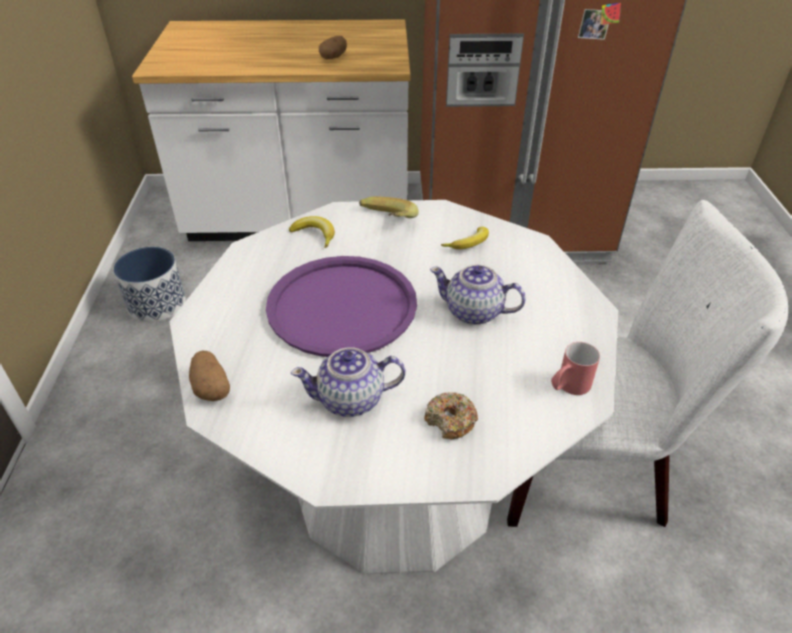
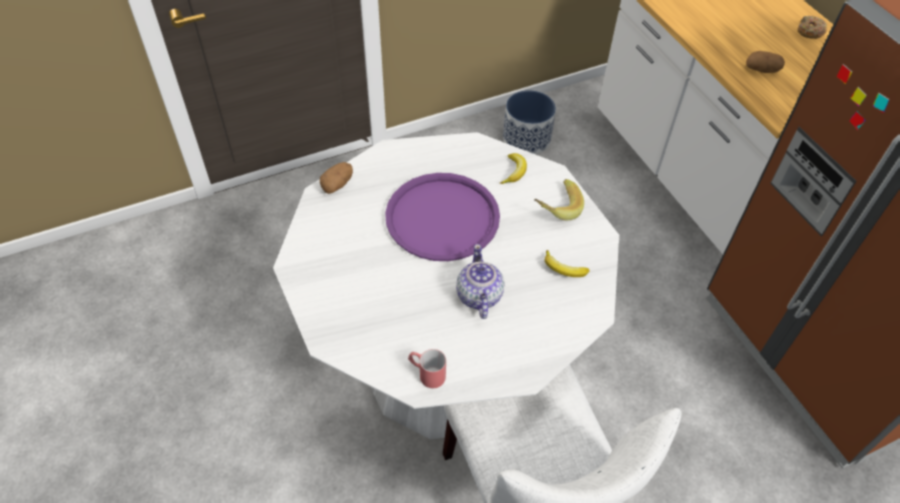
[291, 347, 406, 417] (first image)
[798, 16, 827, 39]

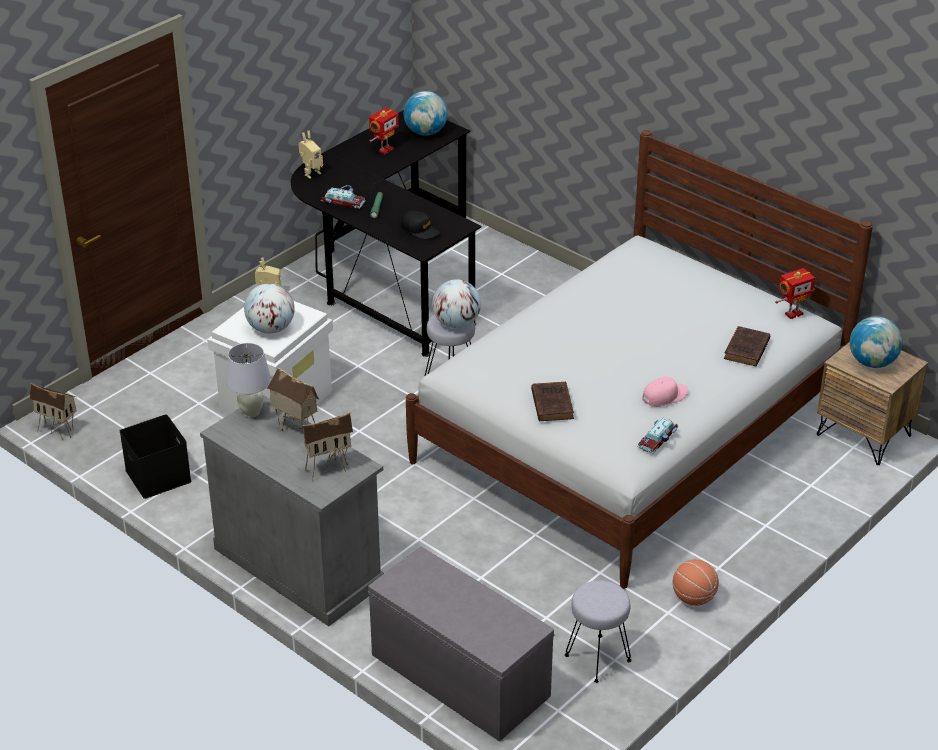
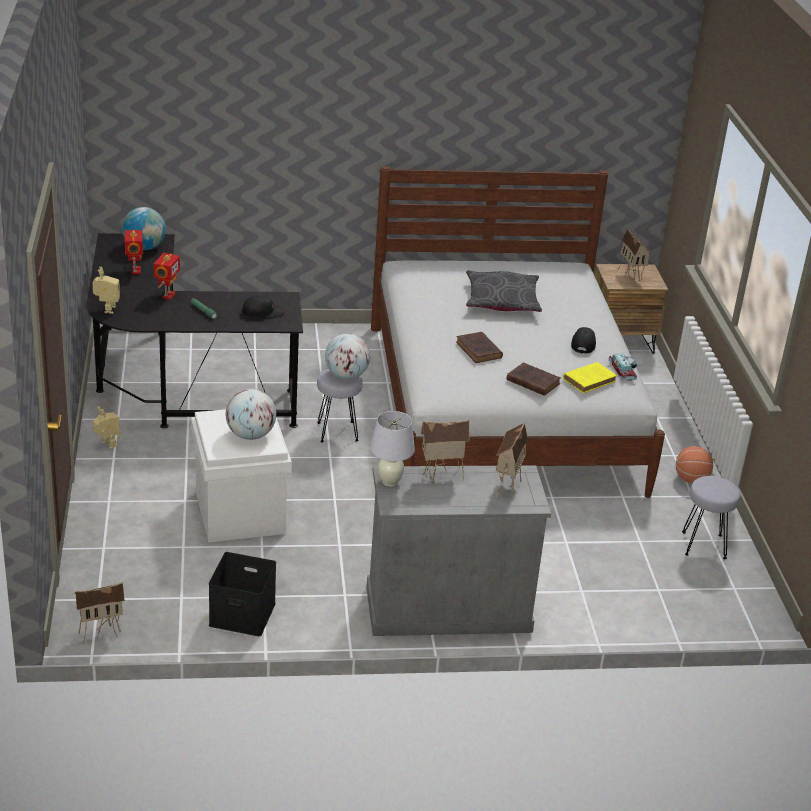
[321, 185, 365, 209] (first image)
[368, 547, 554, 742] (first image)
[466, 270, 542, 312]
[563, 362, 617, 393]
[456, 332, 503, 363]
[154, 253, 180, 300]
[617, 228, 650, 284]
[571, 327, 596, 354]

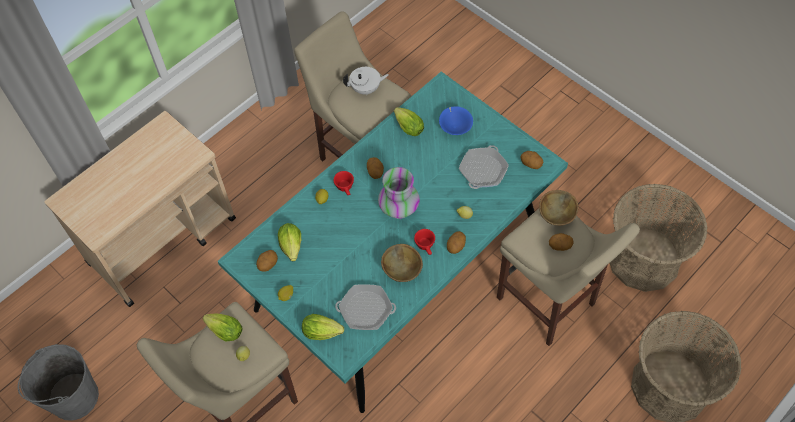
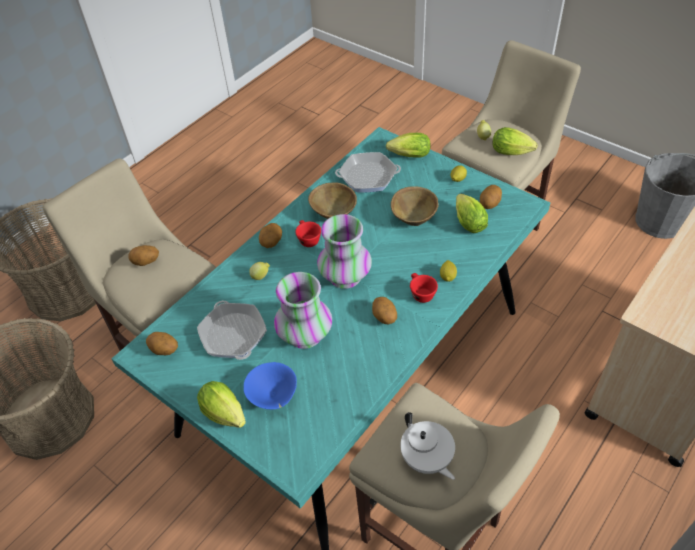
[274, 272, 332, 349]
[197, 381, 246, 428]
[391, 186, 438, 226]
[400, 412, 455, 480]
[197, 301, 267, 360]

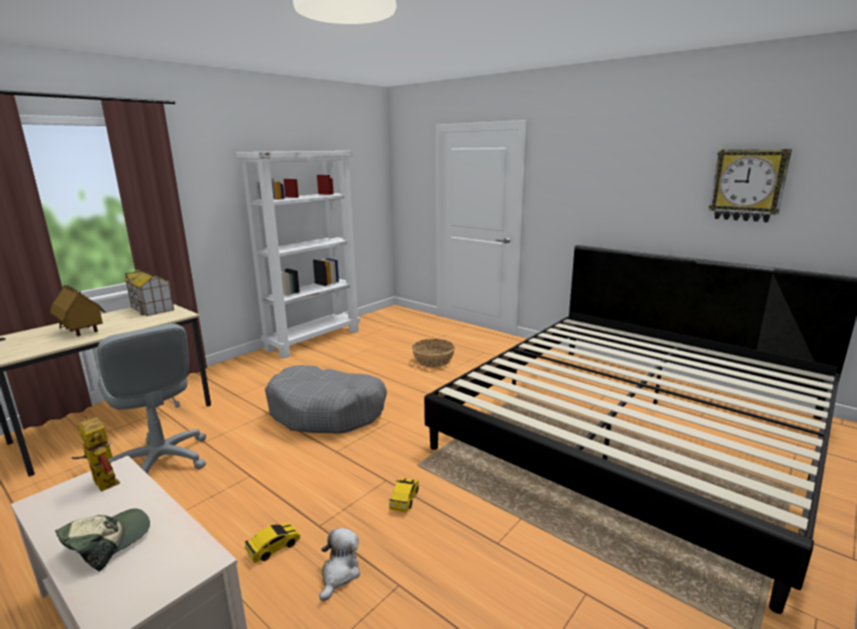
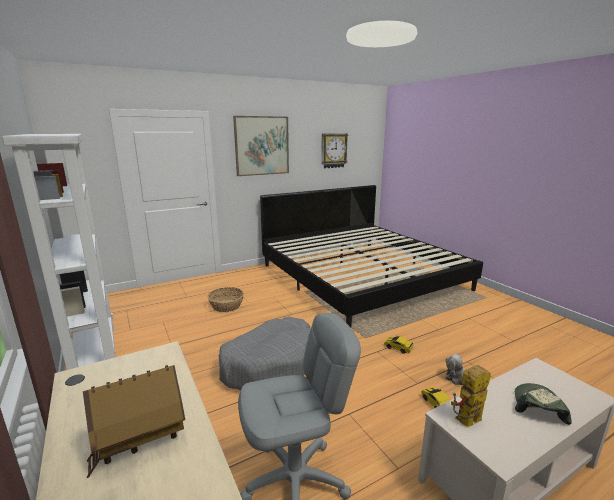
[125, 268, 174, 316] (first image)
[233, 116, 289, 176]
[515, 383, 572, 425]

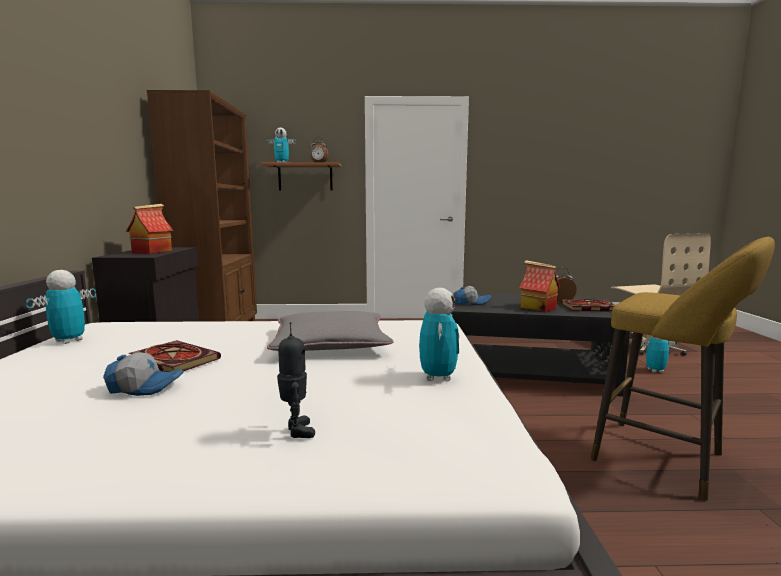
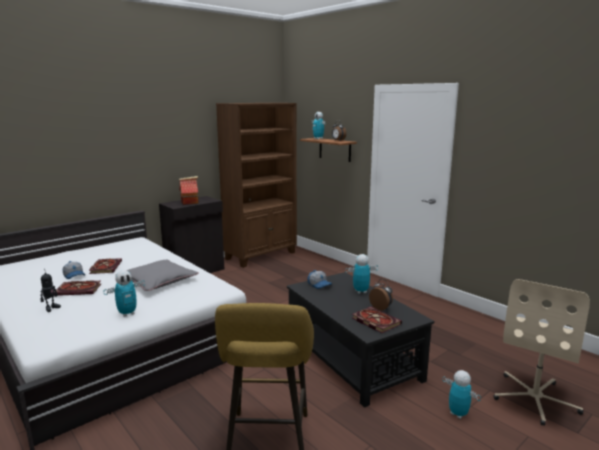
[519, 260, 560, 312] (first image)
[54, 280, 101, 296]
[345, 254, 378, 294]

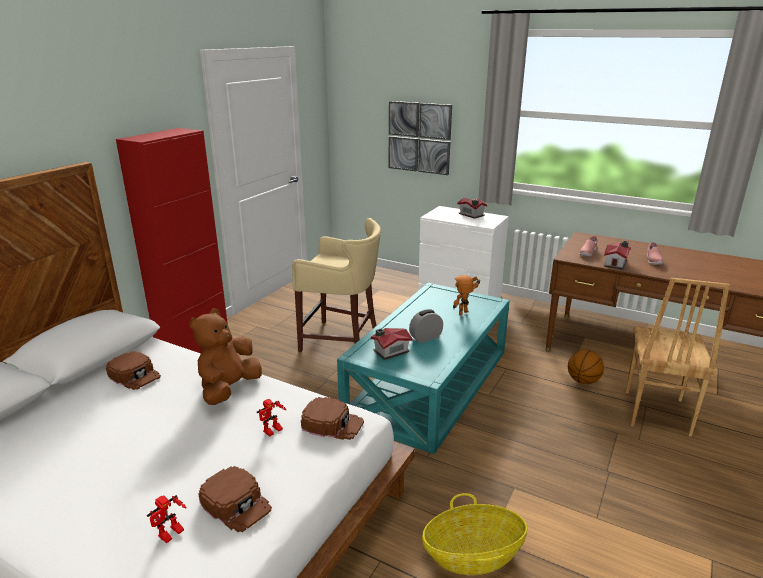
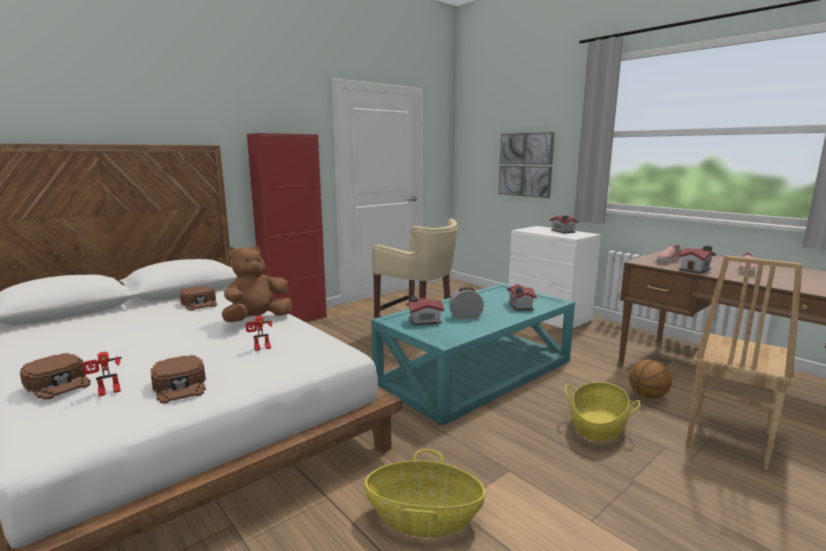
[565, 382, 641, 442]
[20, 353, 91, 400]
[507, 284, 537, 311]

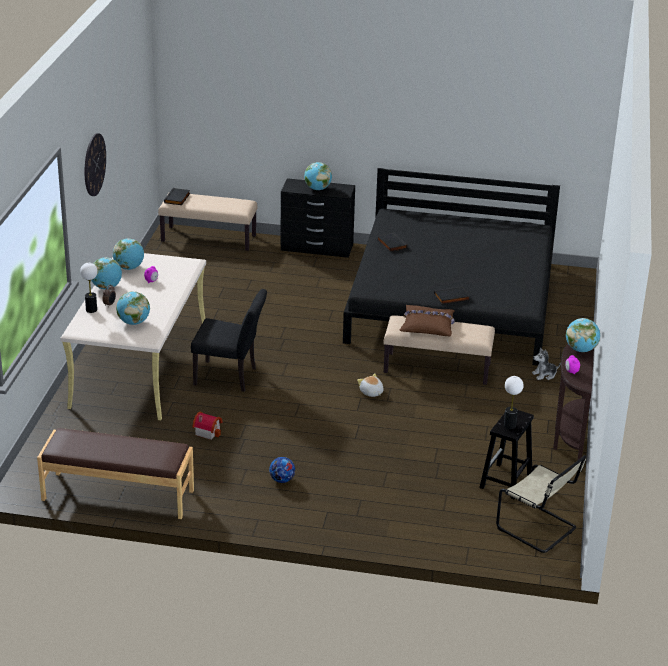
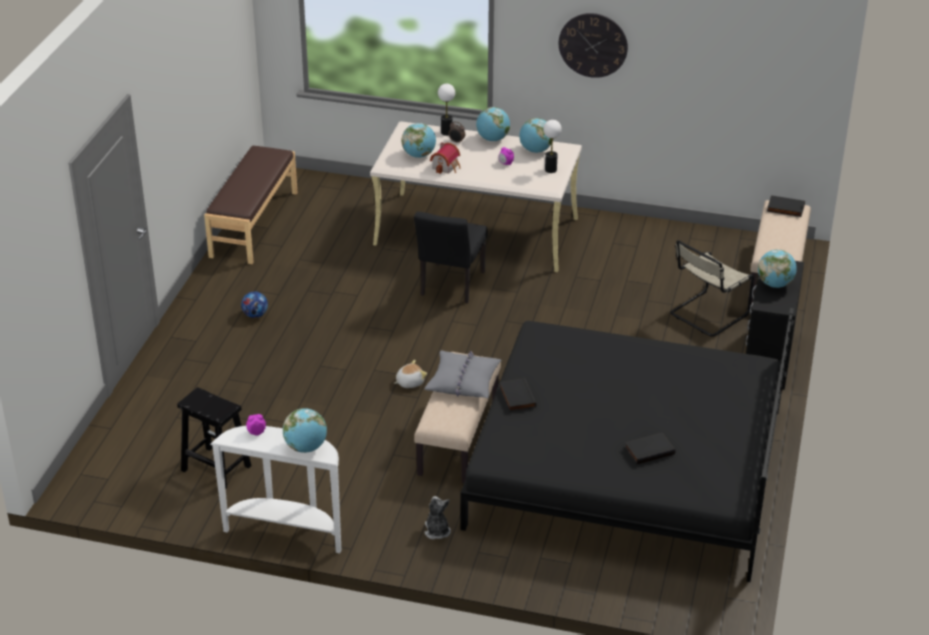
[430, 142, 461, 174]
[625, 432, 675, 464]
[670, 240, 754, 337]
[543, 120, 562, 173]
[424, 350, 502, 398]
[210, 426, 341, 553]

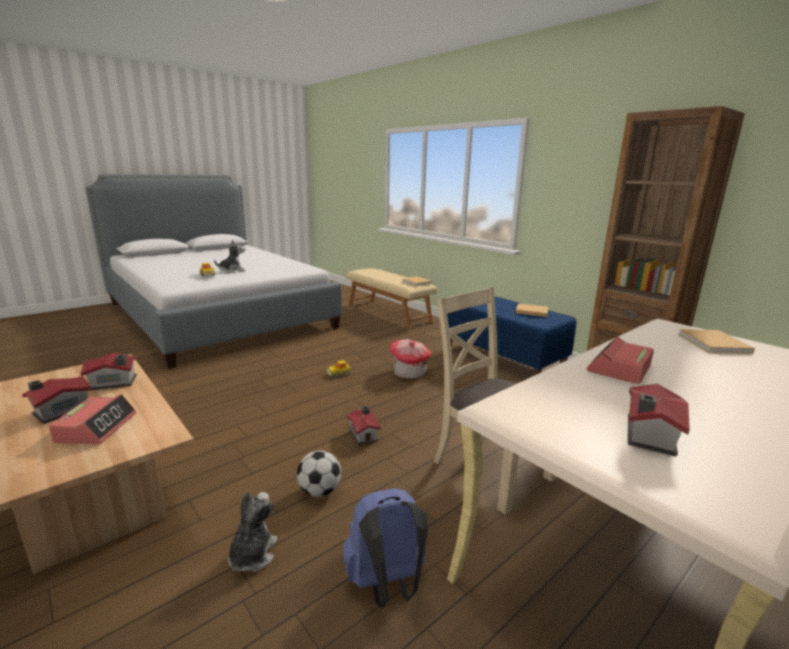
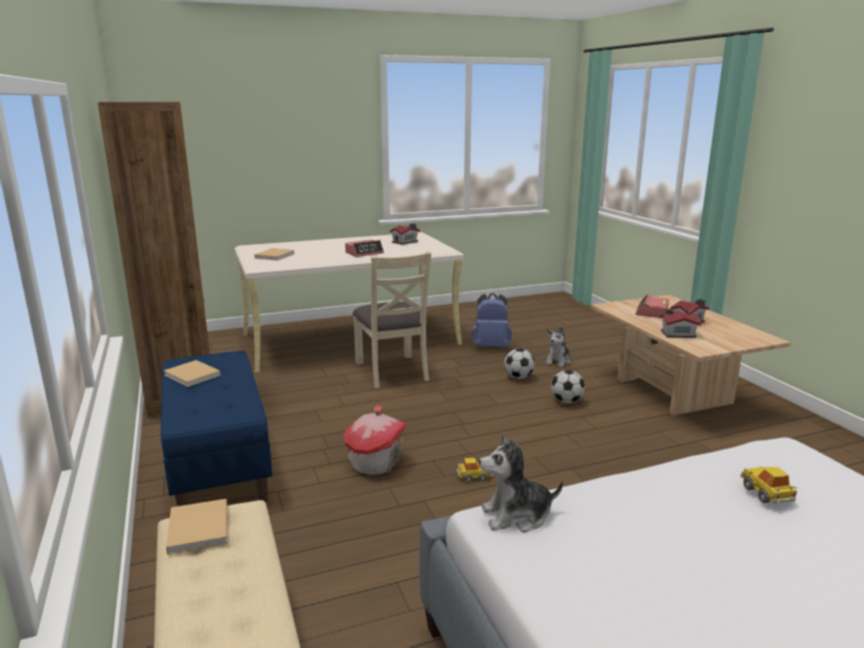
[347, 406, 381, 445] (first image)
[551, 370, 585, 403]
[479, 434, 563, 533]

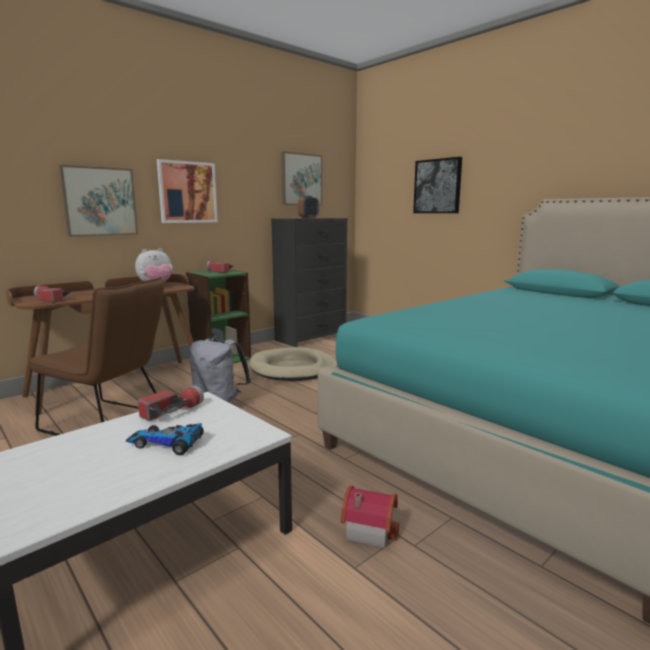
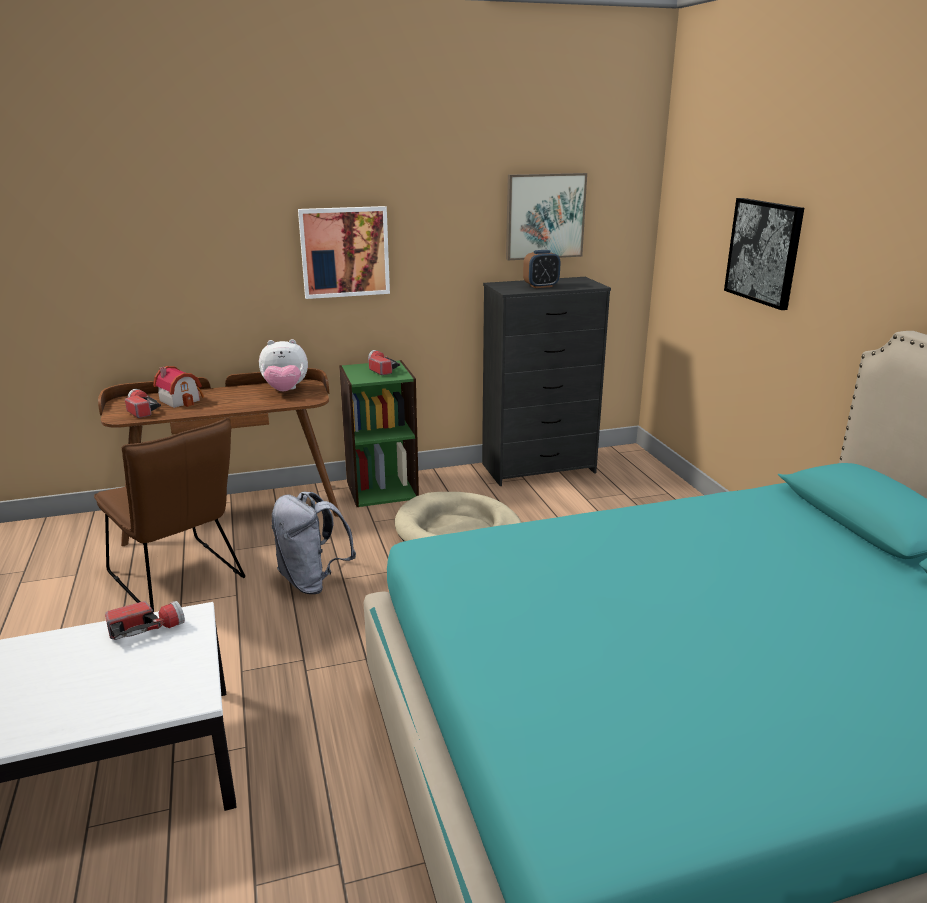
[59, 165, 138, 237] (first image)
[126, 423, 204, 455] (first image)
[153, 366, 204, 408]

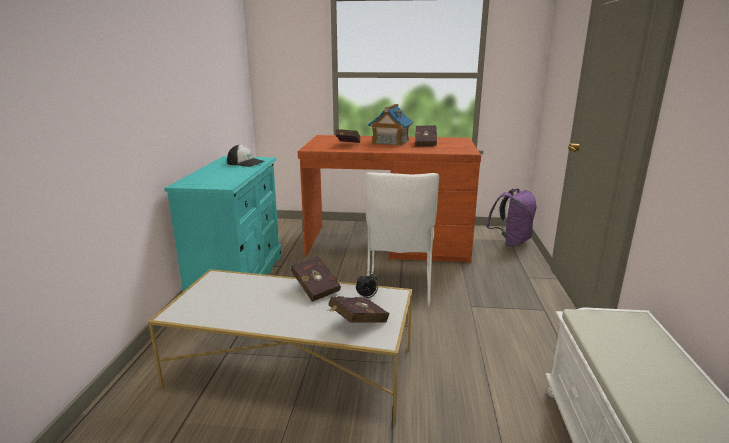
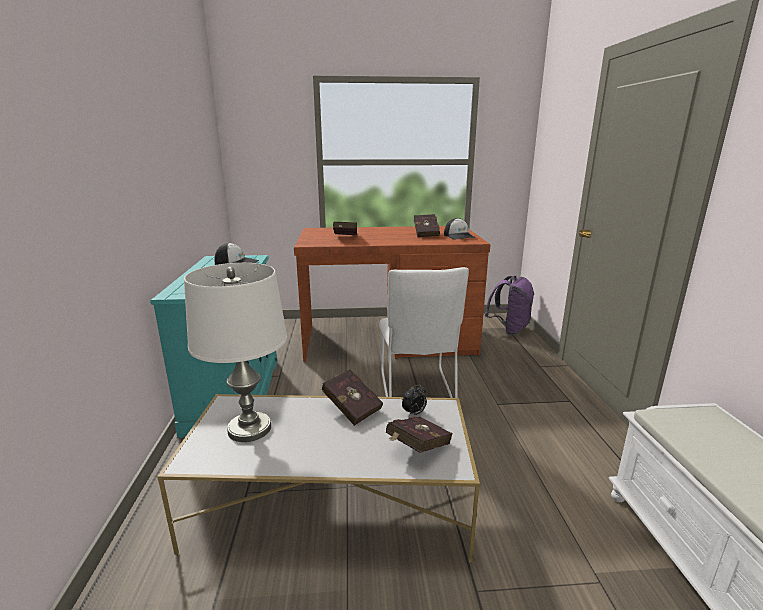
[368, 104, 413, 146] (first image)
[184, 263, 287, 442]
[444, 218, 476, 240]

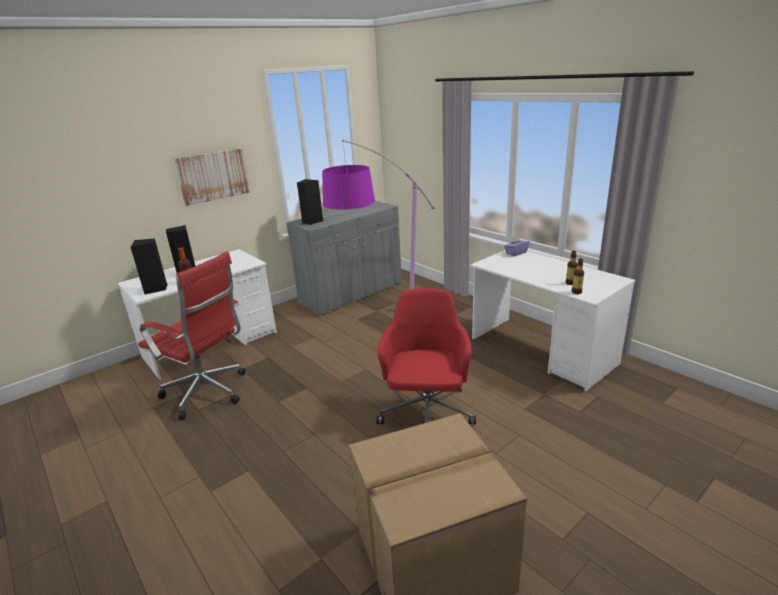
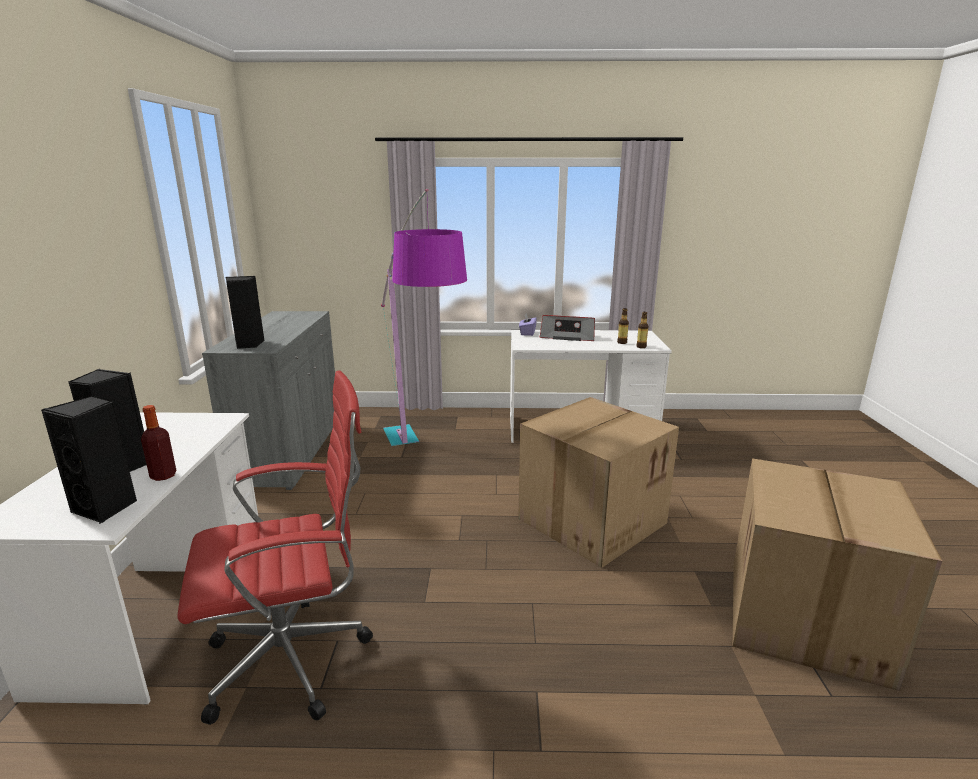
[174, 148, 250, 206] (first image)
[540, 315, 595, 341]
[518, 397, 679, 568]

